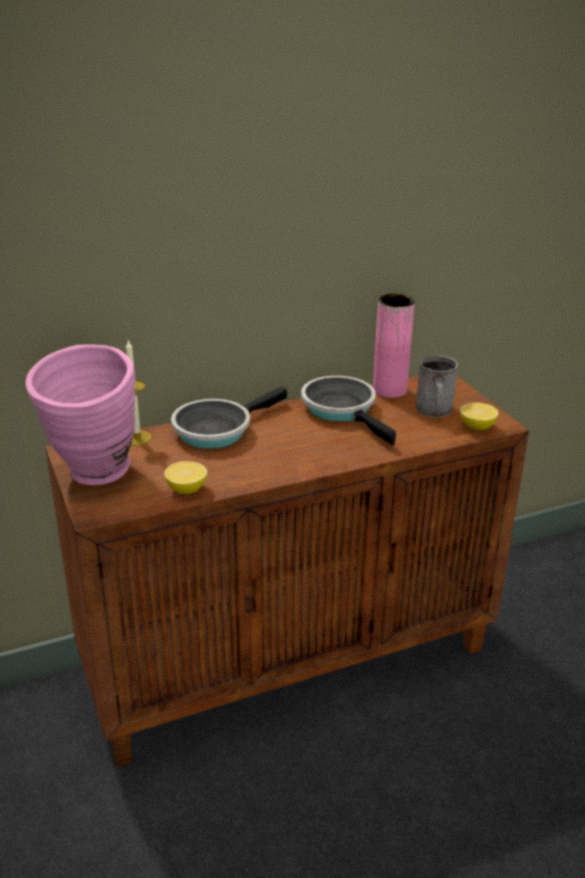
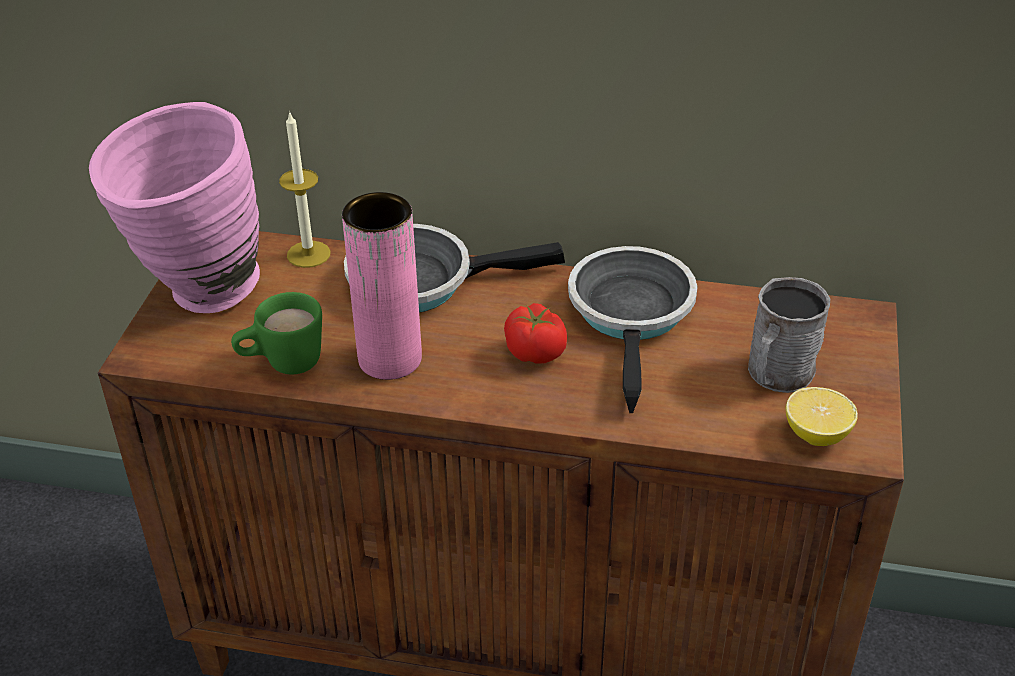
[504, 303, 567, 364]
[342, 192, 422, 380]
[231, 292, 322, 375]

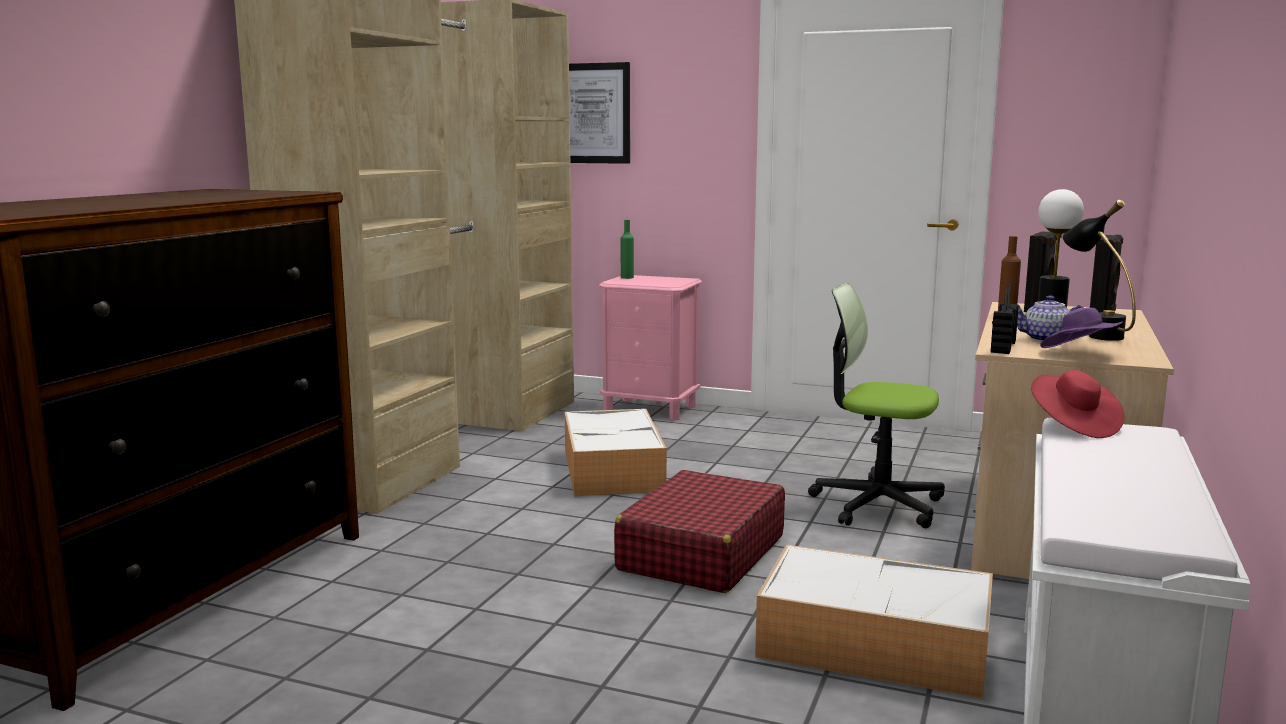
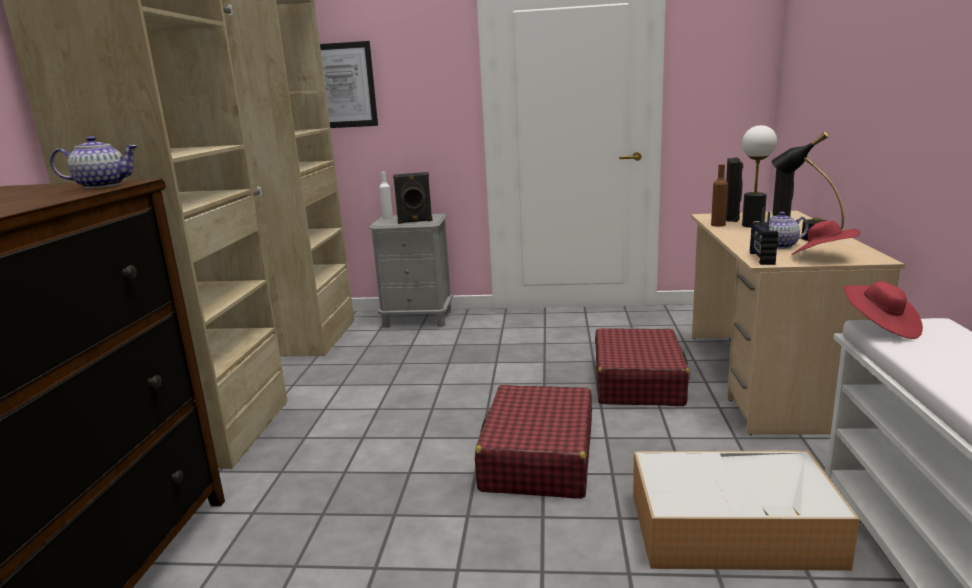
[564, 409, 667, 496] (first image)
[50, 136, 138, 188]
[393, 172, 433, 224]
[595, 328, 690, 406]
[369, 214, 453, 328]
[379, 172, 393, 220]
[791, 220, 861, 255]

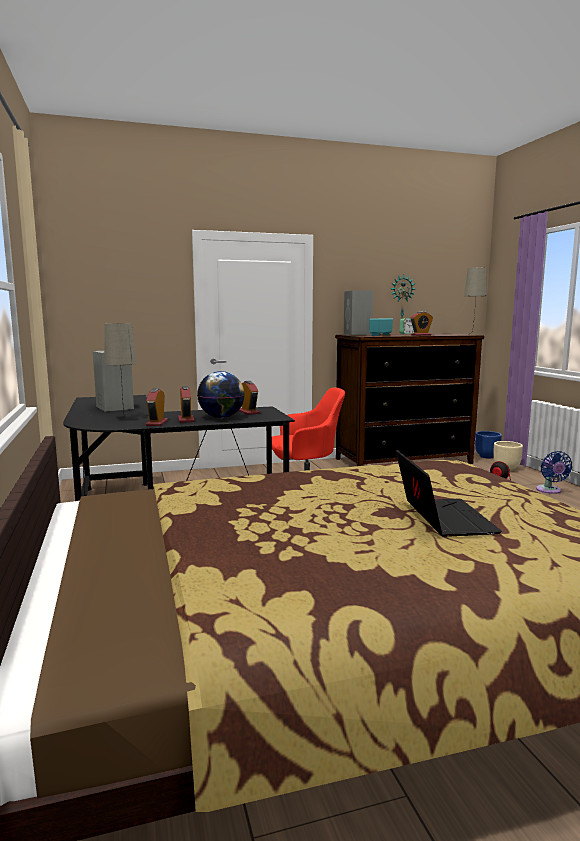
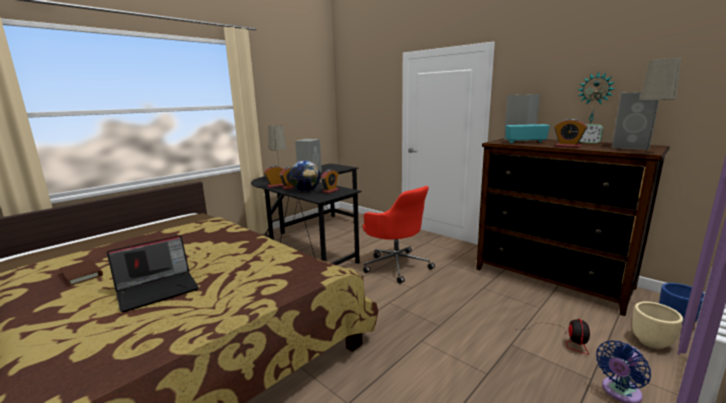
[59, 260, 103, 286]
[612, 92, 659, 150]

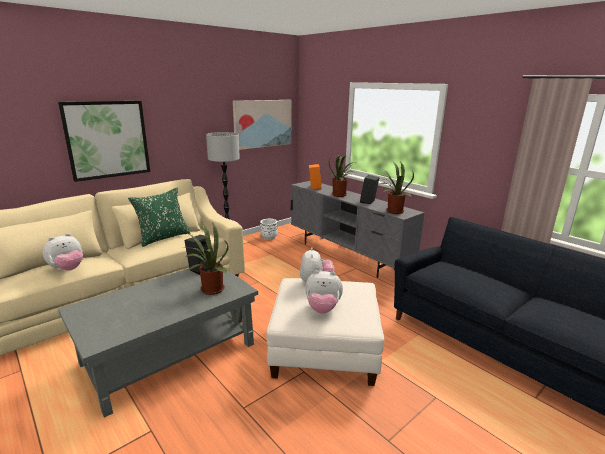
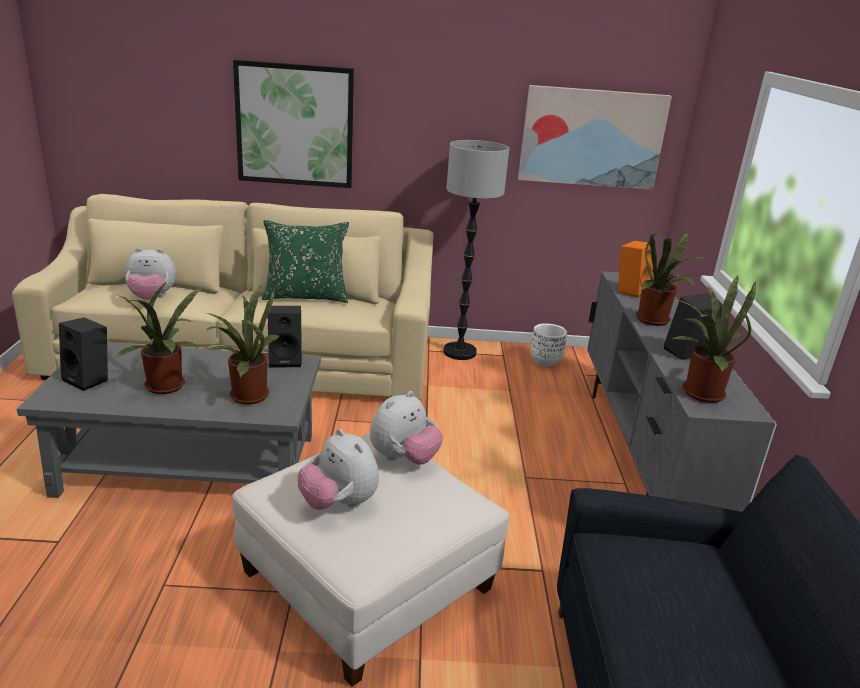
[59, 318, 108, 391]
[115, 281, 204, 394]

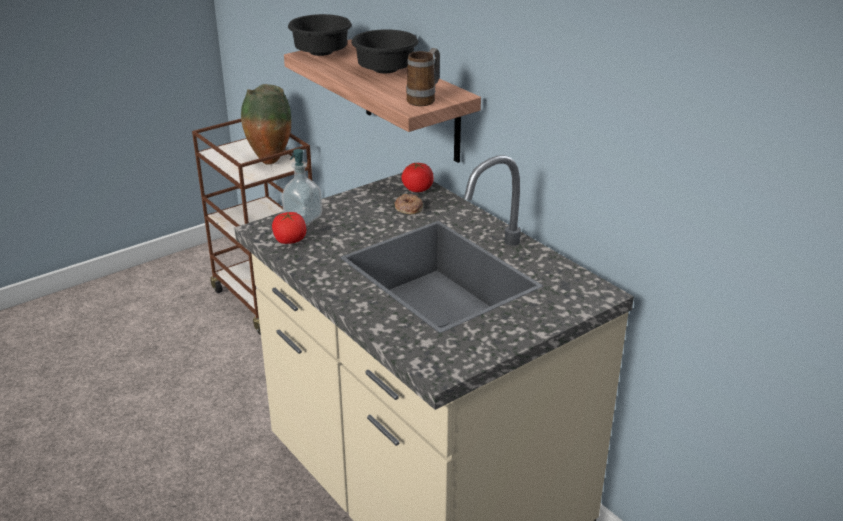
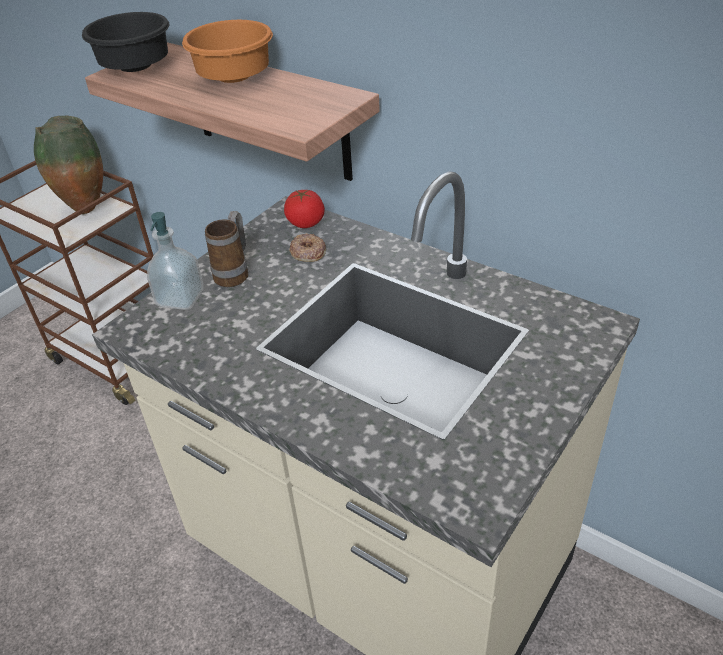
[272, 212, 306, 244] (first image)
[205, 211, 248, 287]
[182, 20, 273, 83]

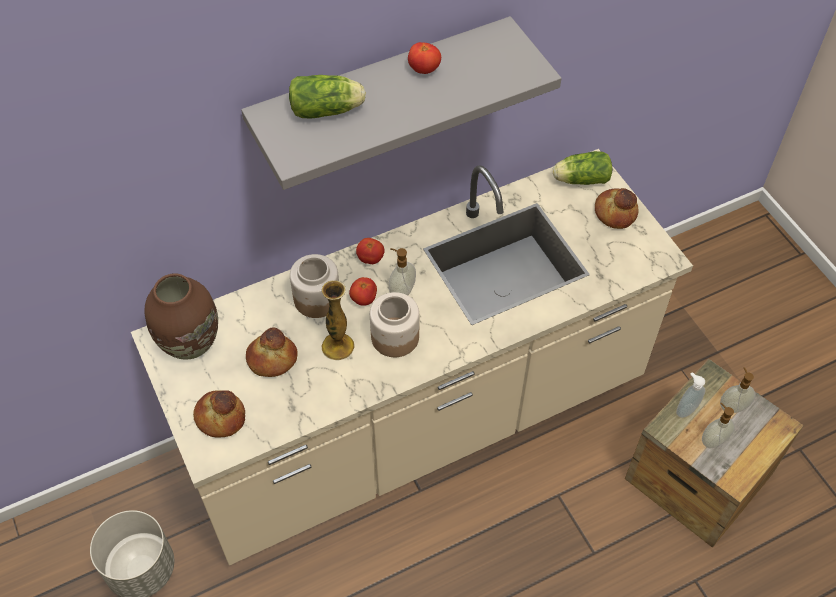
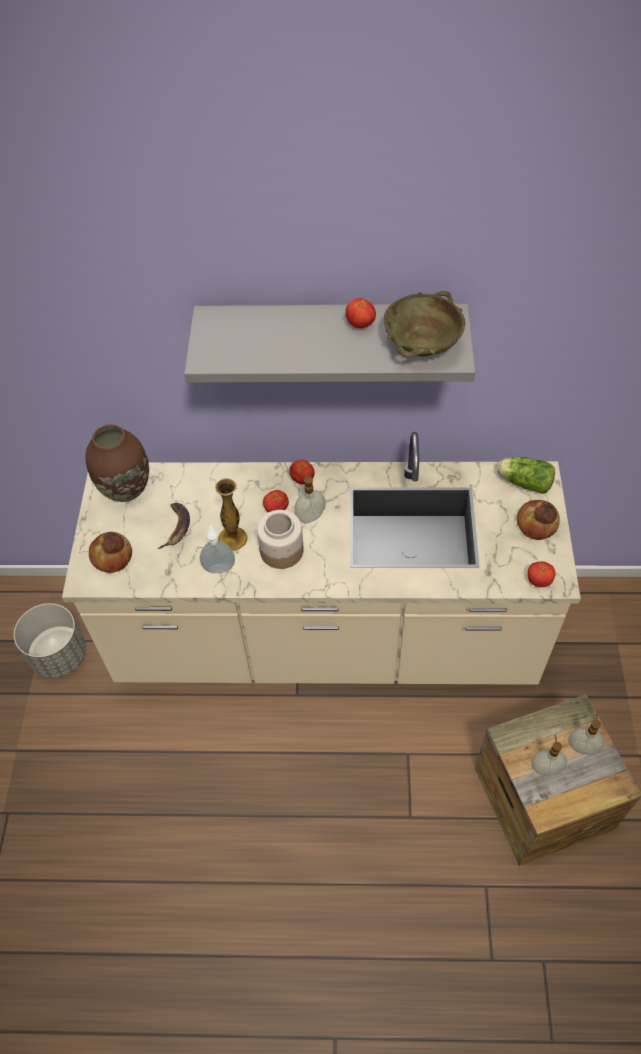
[289, 75, 366, 119] (first image)
[290, 254, 339, 318] (first image)
[384, 291, 466, 357]
[527, 562, 556, 587]
[200, 525, 235, 573]
[157, 503, 190, 549]

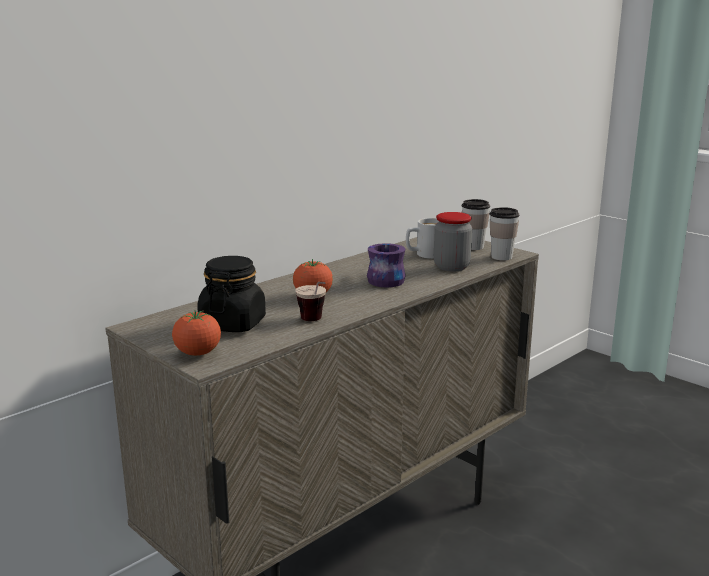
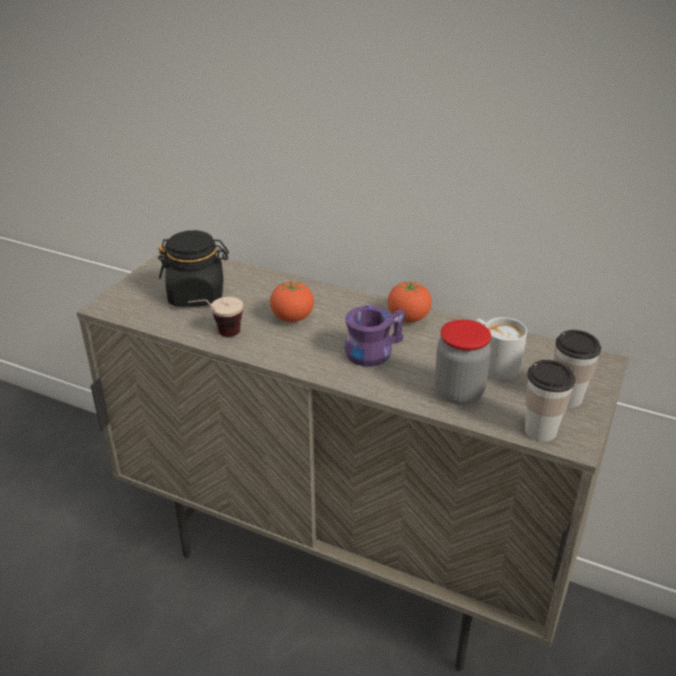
[388, 281, 432, 322]

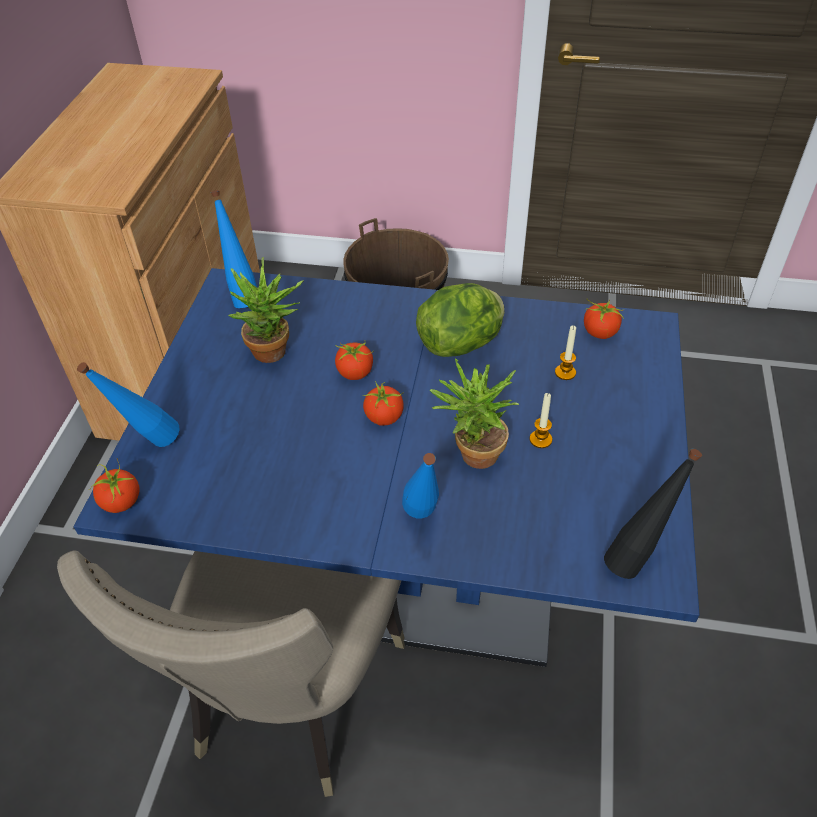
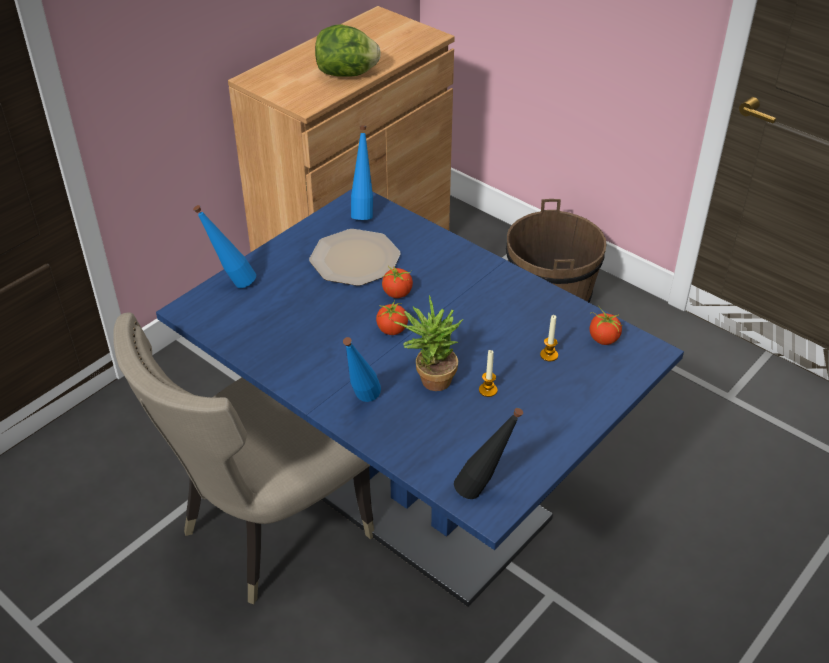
[89, 460, 140, 513] (first image)
[315, 24, 381, 77]
[309, 229, 401, 286]

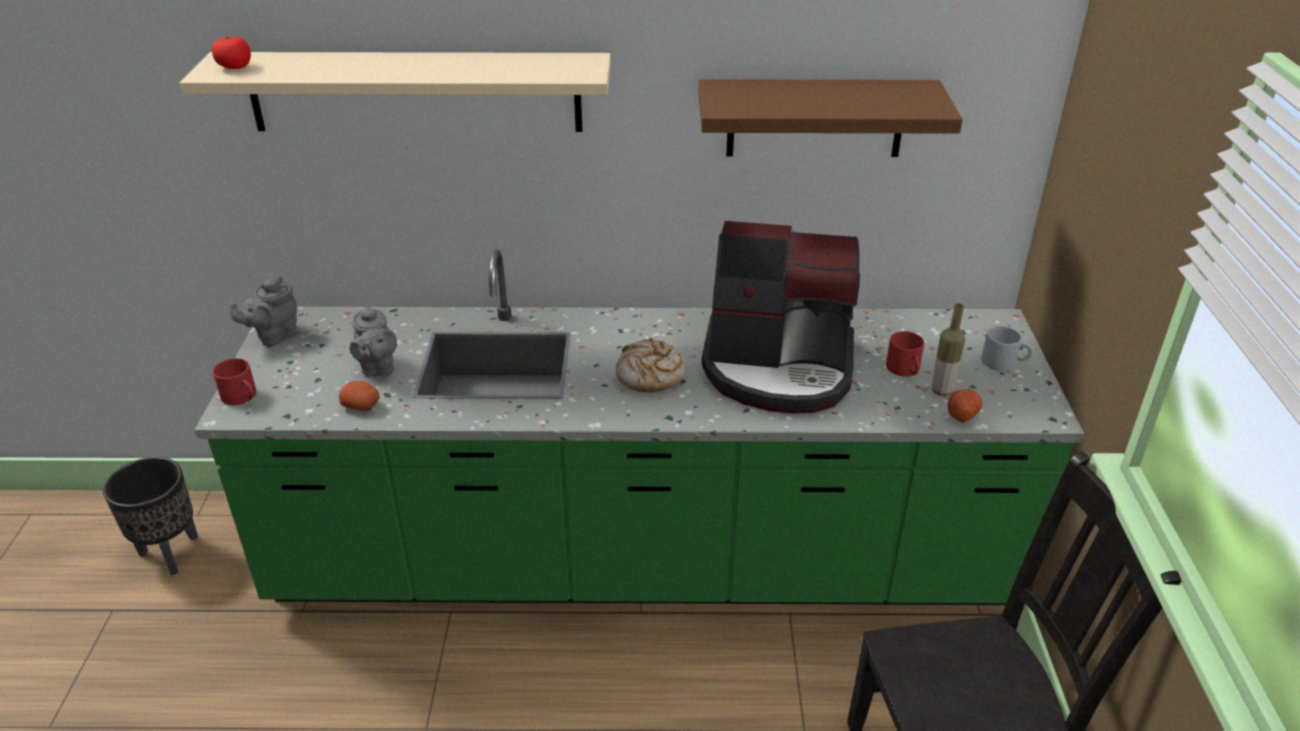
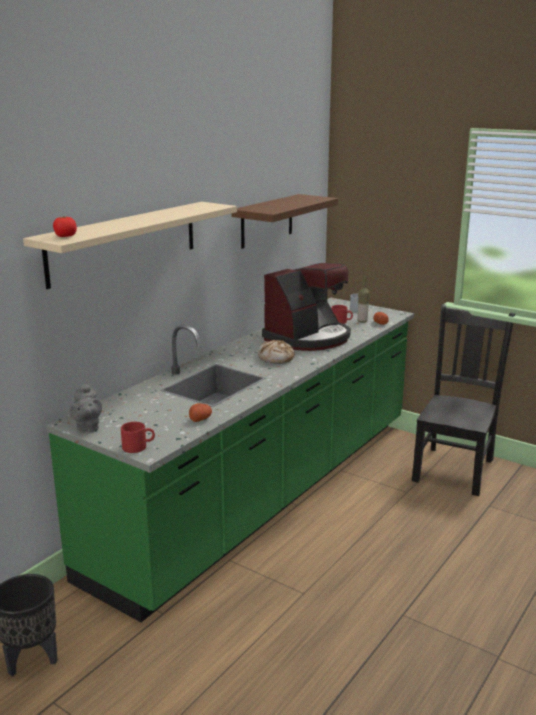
[349, 303, 397, 376] (first image)

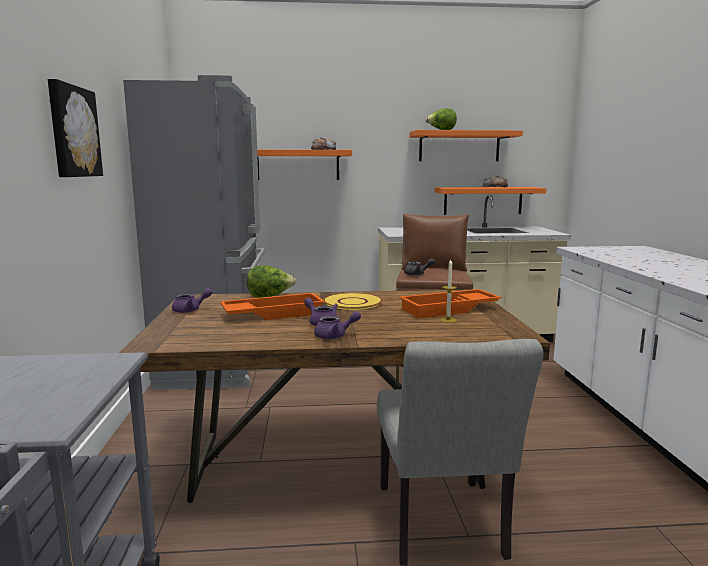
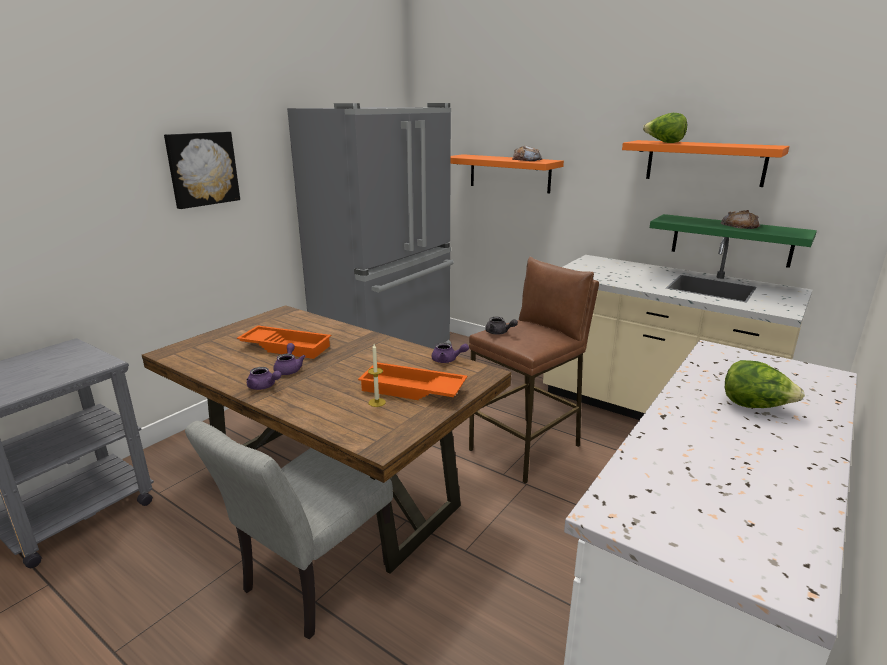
[323, 293, 382, 310] (first image)
[432, 343, 469, 363]
[725, 360, 805, 408]
[650, 214, 817, 268]

